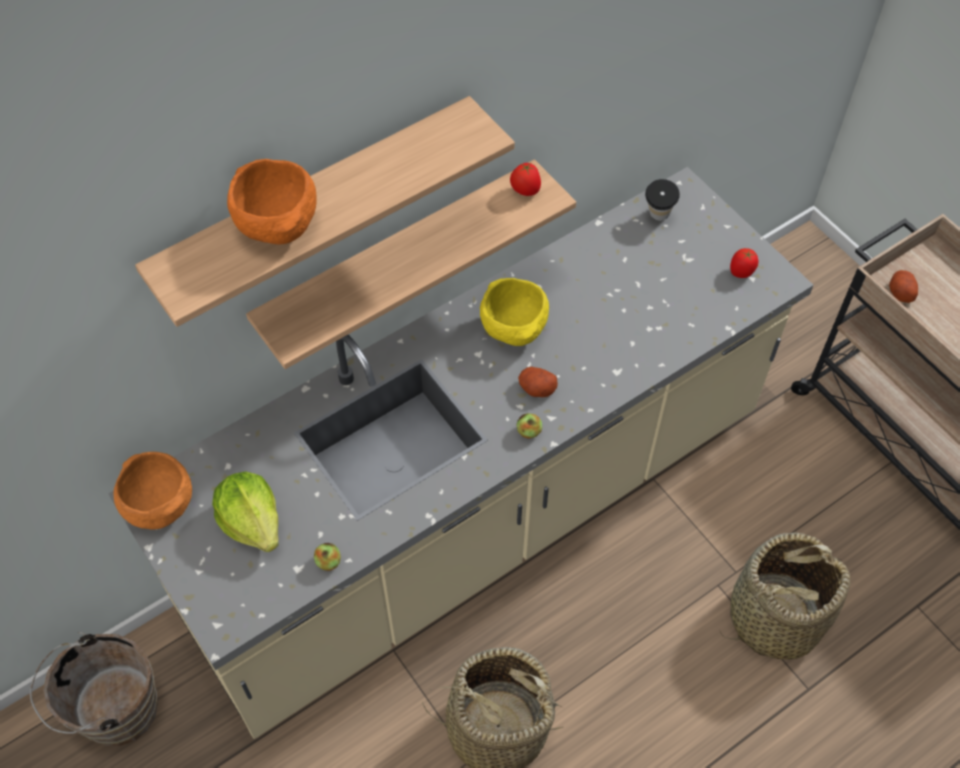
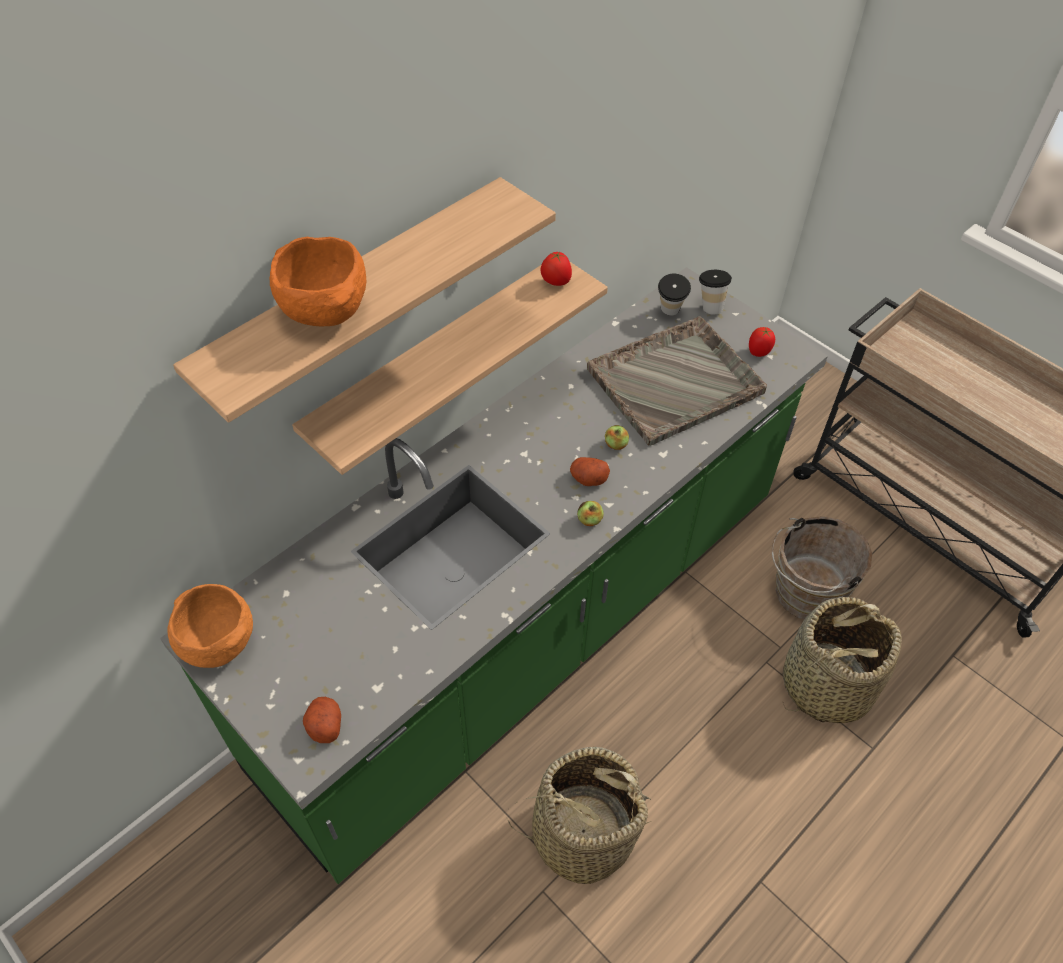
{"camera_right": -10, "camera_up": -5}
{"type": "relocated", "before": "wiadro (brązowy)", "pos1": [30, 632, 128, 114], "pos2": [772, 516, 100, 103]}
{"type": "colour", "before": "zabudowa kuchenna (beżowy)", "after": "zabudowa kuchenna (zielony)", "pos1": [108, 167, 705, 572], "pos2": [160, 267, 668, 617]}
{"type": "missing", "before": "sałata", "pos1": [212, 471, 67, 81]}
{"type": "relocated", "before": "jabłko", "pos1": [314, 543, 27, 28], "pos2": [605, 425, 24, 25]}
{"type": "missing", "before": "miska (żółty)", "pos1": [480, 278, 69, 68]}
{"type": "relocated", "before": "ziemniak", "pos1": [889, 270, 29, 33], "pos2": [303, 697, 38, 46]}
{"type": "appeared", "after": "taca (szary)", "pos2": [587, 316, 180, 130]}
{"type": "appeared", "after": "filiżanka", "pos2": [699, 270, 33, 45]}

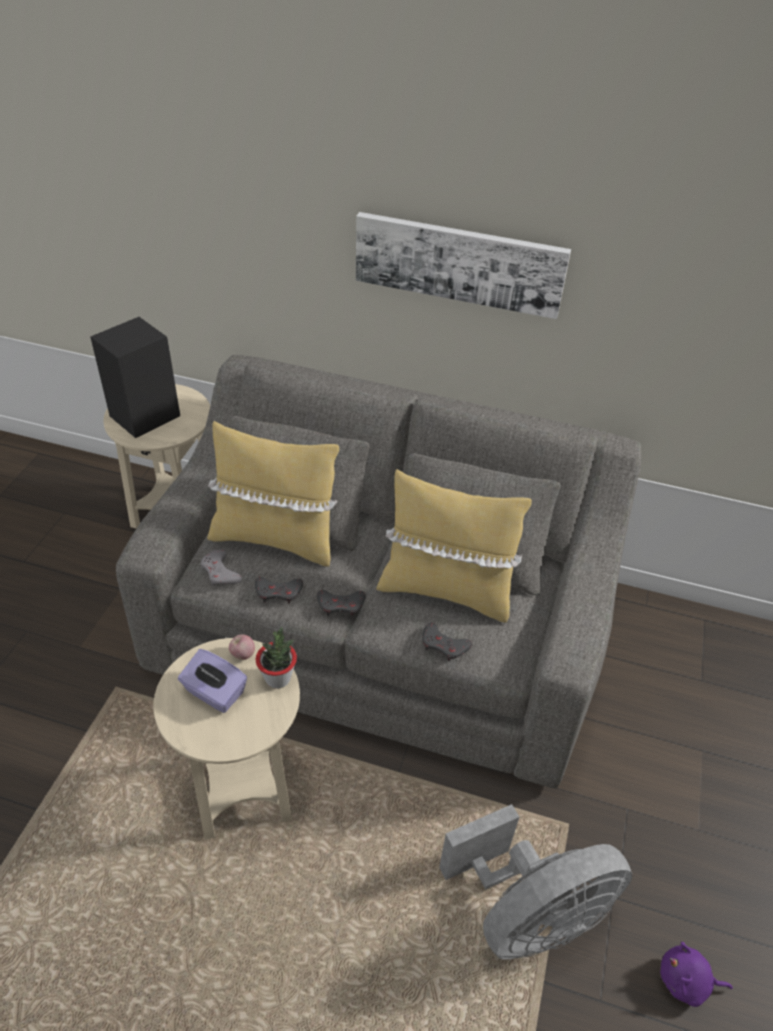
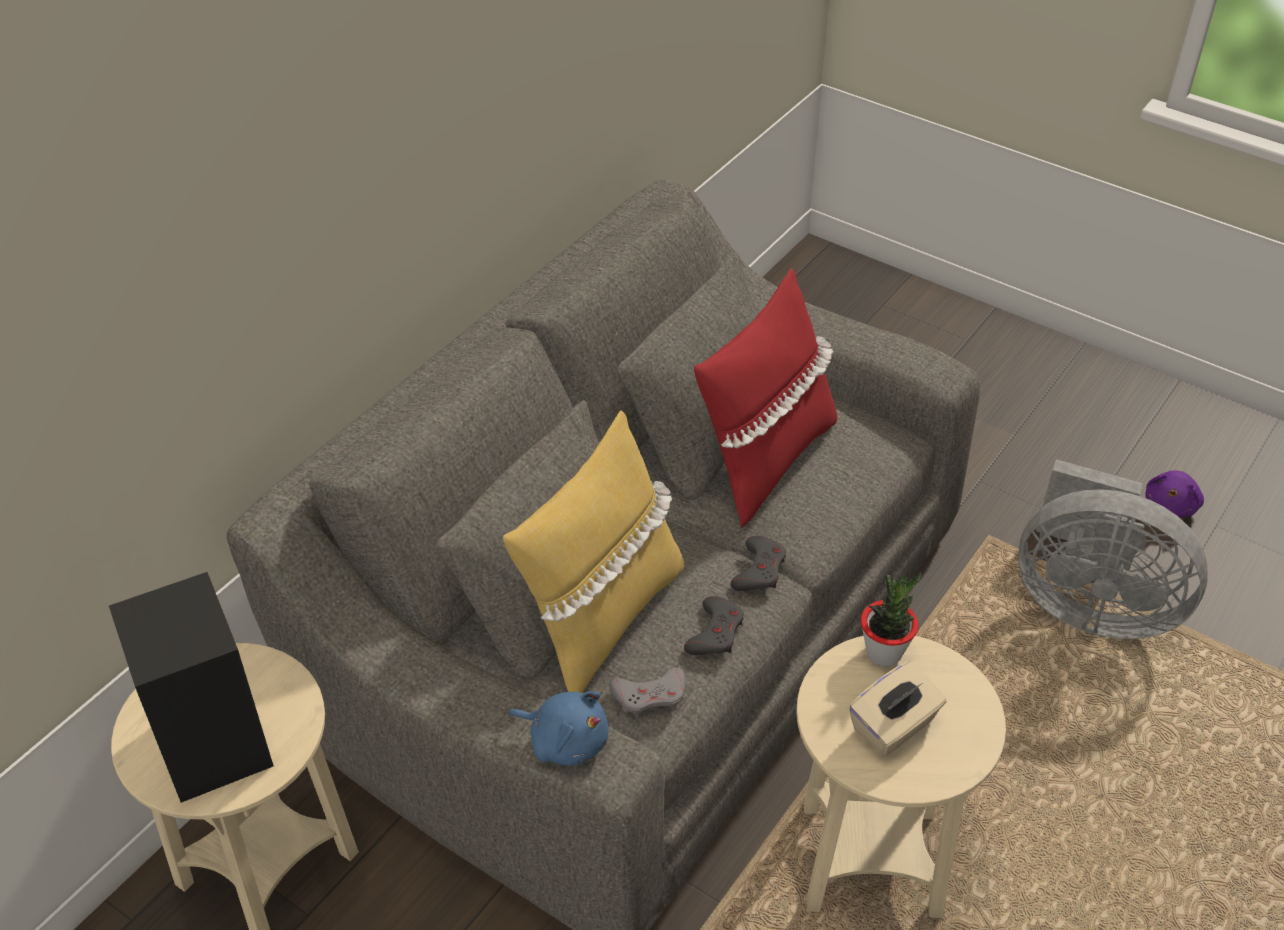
{"camera_right": -70, "camera_up": 0}
{"type": "colour", "before": "pudełko chusteczek (fioletowy)", "after": "pudełko chusteczek (beżowy)", "pos1": [178, 649, 69, 64], "pos2": [849, 661, 97, 95]}
{"type": "missing", "before": "jabłko", "pos1": [229, 634, 26, 26]}
{"type": "missing", "before": "obraz", "pos1": [356, 212, 215, 107]}
{"type": "colour", "before": "poduszka (żółty)", "after": "poduszka (czerwony)", "pos1": [376, 469, 156, 154], "pos2": [694, 268, 143, 260]}
{"type": "missing", "before": "pad do gier (szary)", "pos1": [422, 623, 50, 38]}
{"type": "spun", "before": "wentylator (szary)", "pos1": [439, 804, 193, 156], "pos2": [1018, 459, 190, 180], "turn": 120}
{"type": "appeared", "after": "pluszak (niebieski)", "pos2": [509, 691, 99, 75]}

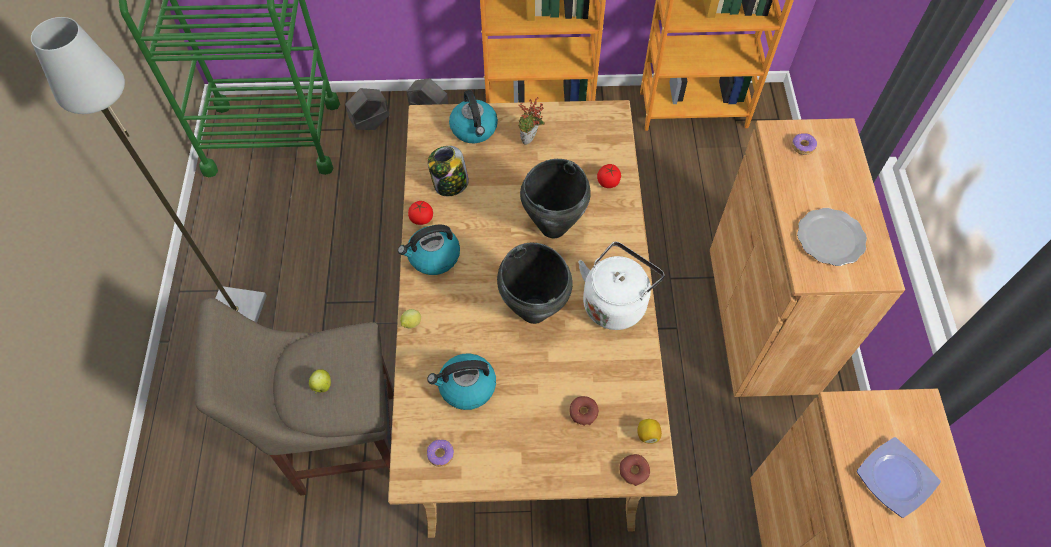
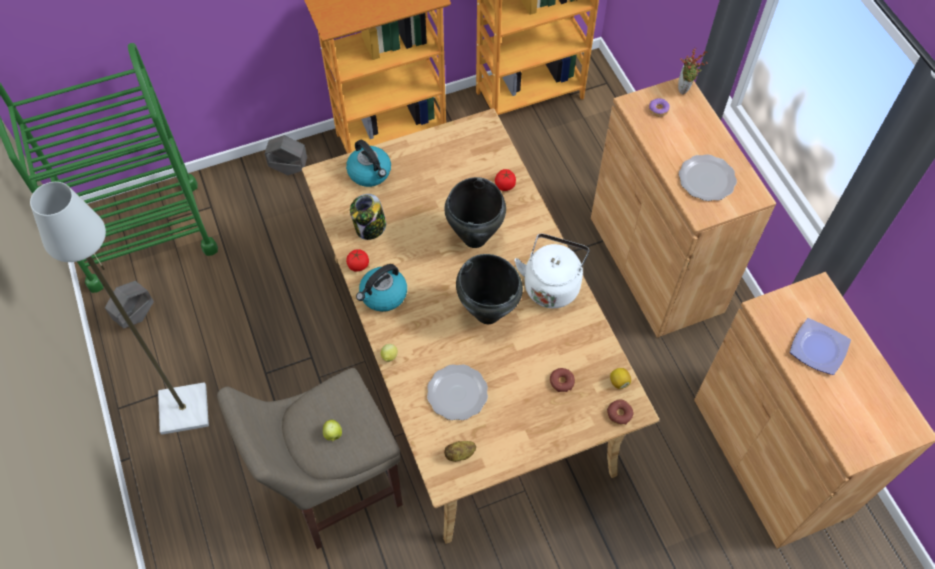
{"camera_right": -20, "camera_up": 0}
{"type": "relocated", "before": "donica (szary)", "pos1": [345, 88, 45, 42], "pos2": [105, 281, 49, 48]}
{"type": "exchanged", "before": "czajnik", "after": "talerz", "pos1": [427, 354, 69, 56], "pos2": [427, 364, 61, 56]}
{"type": "exchanged", "before": "donut", "after": "ziemniak", "pos1": [427, 440, 27, 27], "pos2": [444, 441, 32, 21]}
{"type": "relocated", "before": "roślina doniczkowa", "pos1": [518, 97, 27, 48], "pos2": [678, 48, 30, 46]}

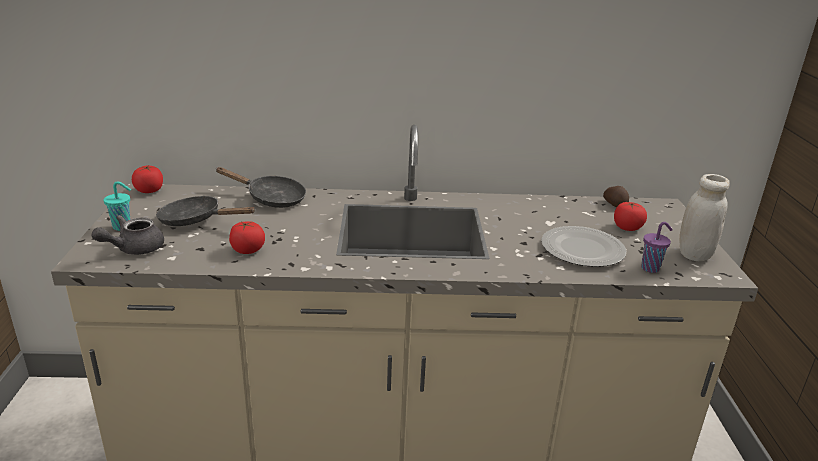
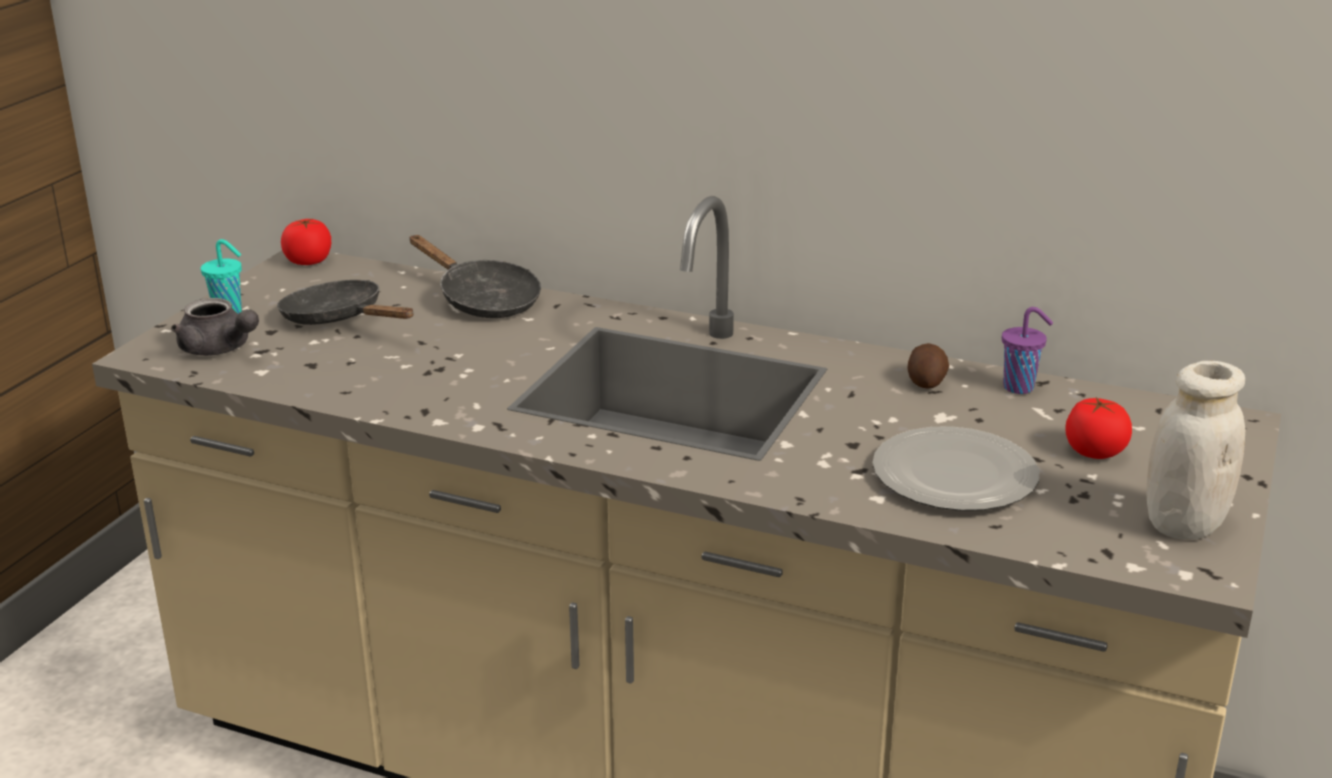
{"camera_right": 25, "camera_up": 0}
{"type": "spun", "before": "imbryk (szary)", "pos1": [92, 215, 72, 40], "pos2": [171, 298, 88, 58], "turn": -120}
{"type": "missing", "before": "pomidor", "pos1": [229, 222, 36, 32]}
{"type": "relocated", "before": "ziemniak", "pos1": [603, 186, 26, 21], "pos2": [908, 343, 41, 46]}
{"type": "relocated", "before": "filiżanka (fioletowy)", "pos1": [641, 222, 32, 51], "pos2": [1002, 307, 51, 87]}

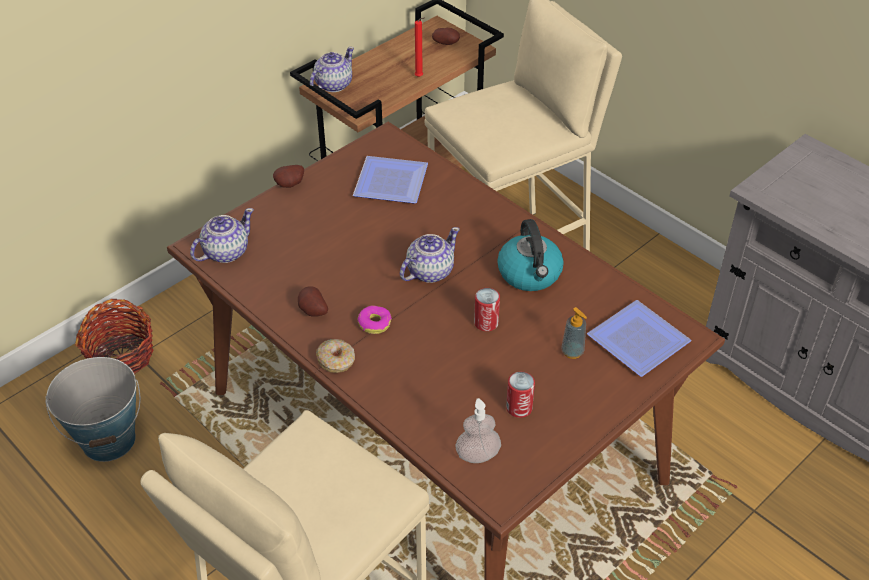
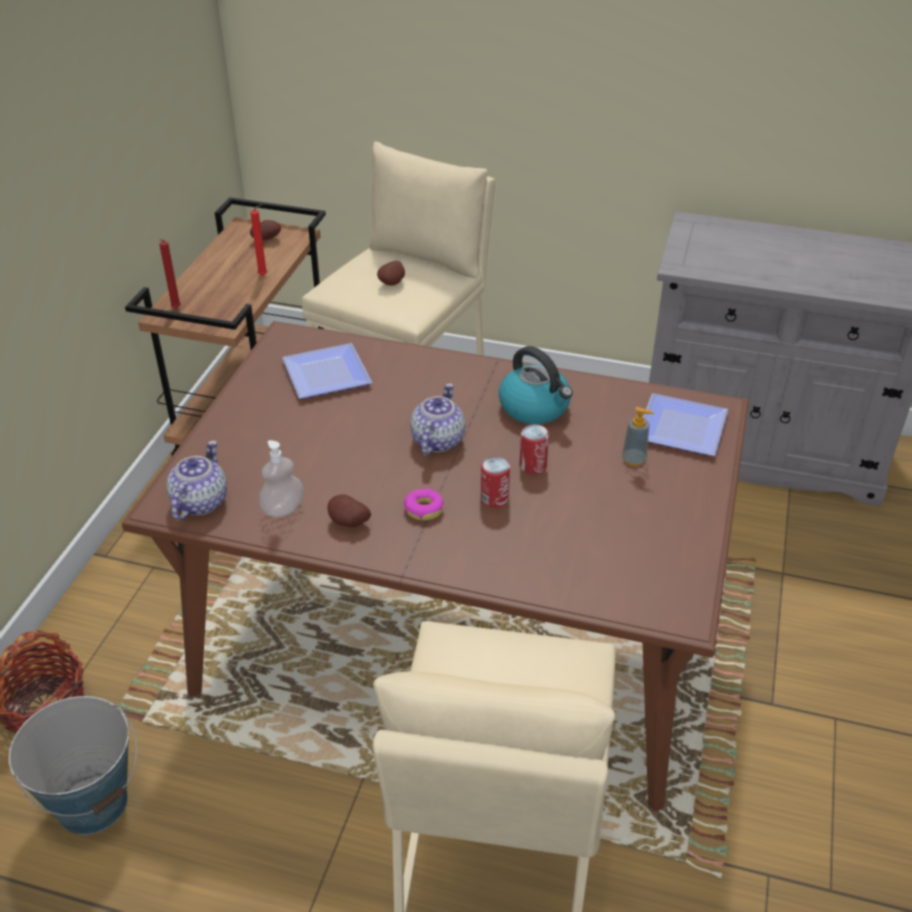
{"camera_right": -30, "camera_up": -5}
{"type": "relocated", "before": "ziemniak", "pos1": [273, 165, 31, 23], "pos2": [377, 261, 28, 25]}
{"type": "exchanged", "before": "imbryk", "after": "świeca (czerwony)", "pos1": [310, 47, 44, 45], "pos2": [159, 239, 22, 70]}
{"type": "missing", "before": "donut", "pos1": [316, 339, 39, 34]}
{"type": "relocated", "before": "dozownik mydła", "pos1": [456, 398, 45, 65], "pos2": [259, 440, 45, 77]}
{"type": "relocated", "before": "puszka", "pos1": [506, 372, 29, 46], "pos2": [480, 457, 30, 51]}

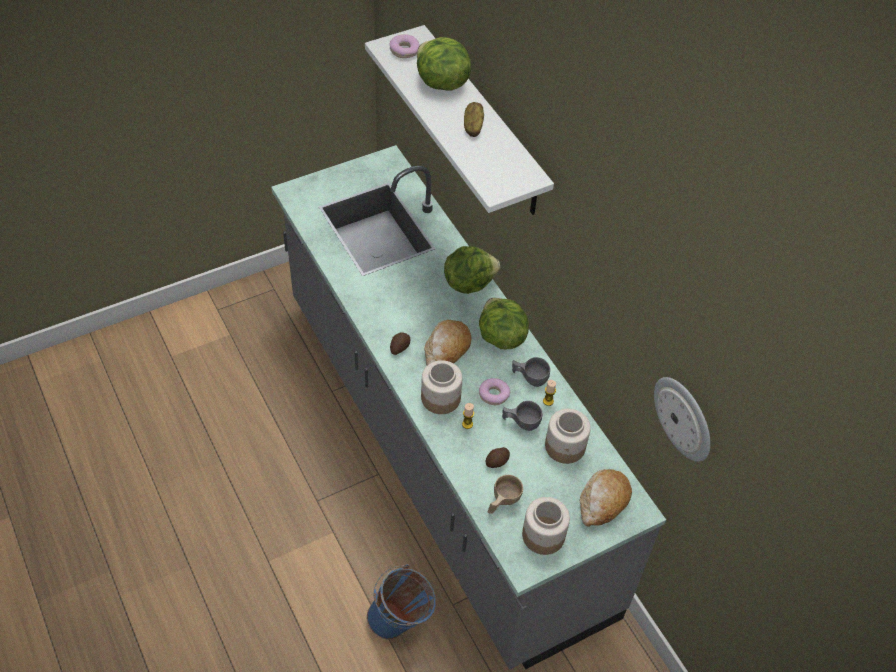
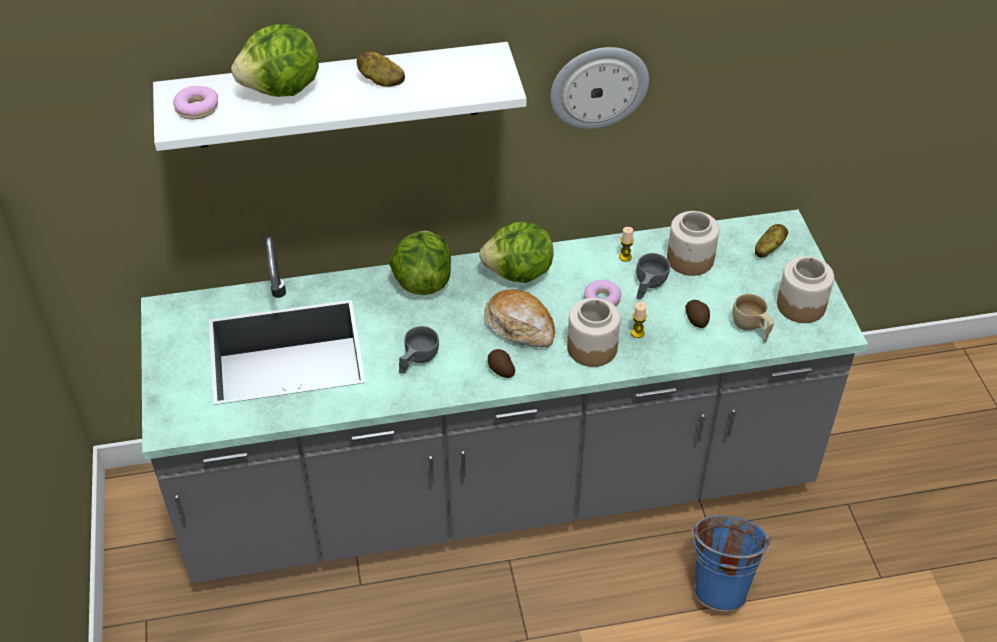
{"camera_right": -70, "camera_up": -5}
{"type": "relocated", "before": "filiżanka (szary)", "pos1": [512, 357, 38, 30], "pos2": [399, 326, 40, 48]}
{"type": "exchanged", "before": "chleb", "after": "ziemniak", "pos1": [580, 469, 52, 58], "pos2": [755, 224, 33, 34]}
{"type": "relocated", "before": "zegar ścienny", "pos1": [654, 377, 57, 85], "pos2": [550, 47, 99, 82]}

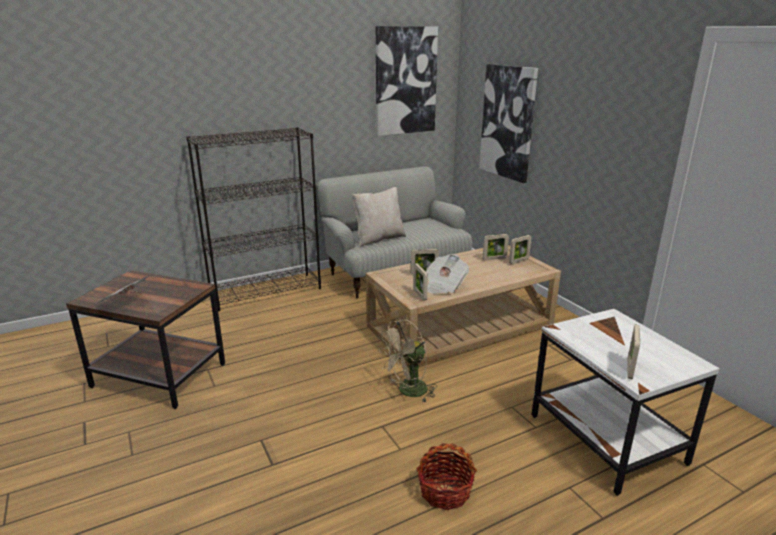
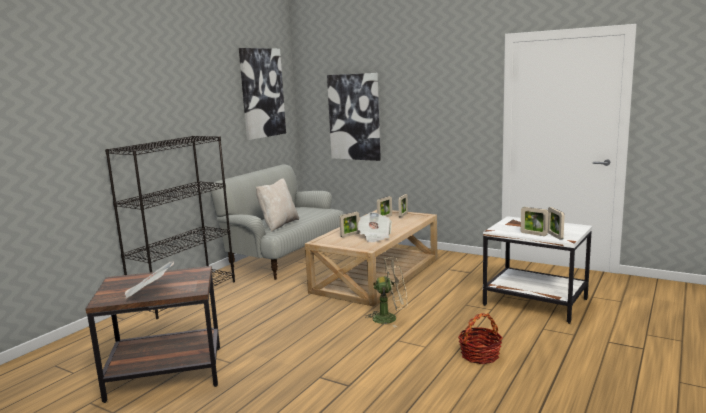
{"camera_right": -30, "camera_up": -10}
{"type": "spun", "before": "wentylator (beżowy)", "pos1": [379, 320, 58, 82], "pos2": [365, 257, 42, 71], "turn": -120}
{"type": "relocated", "before": "ramka na zdjęcie", "pos1": [413, 263, 15, 38], "pos2": [521, 207, 27, 29]}

